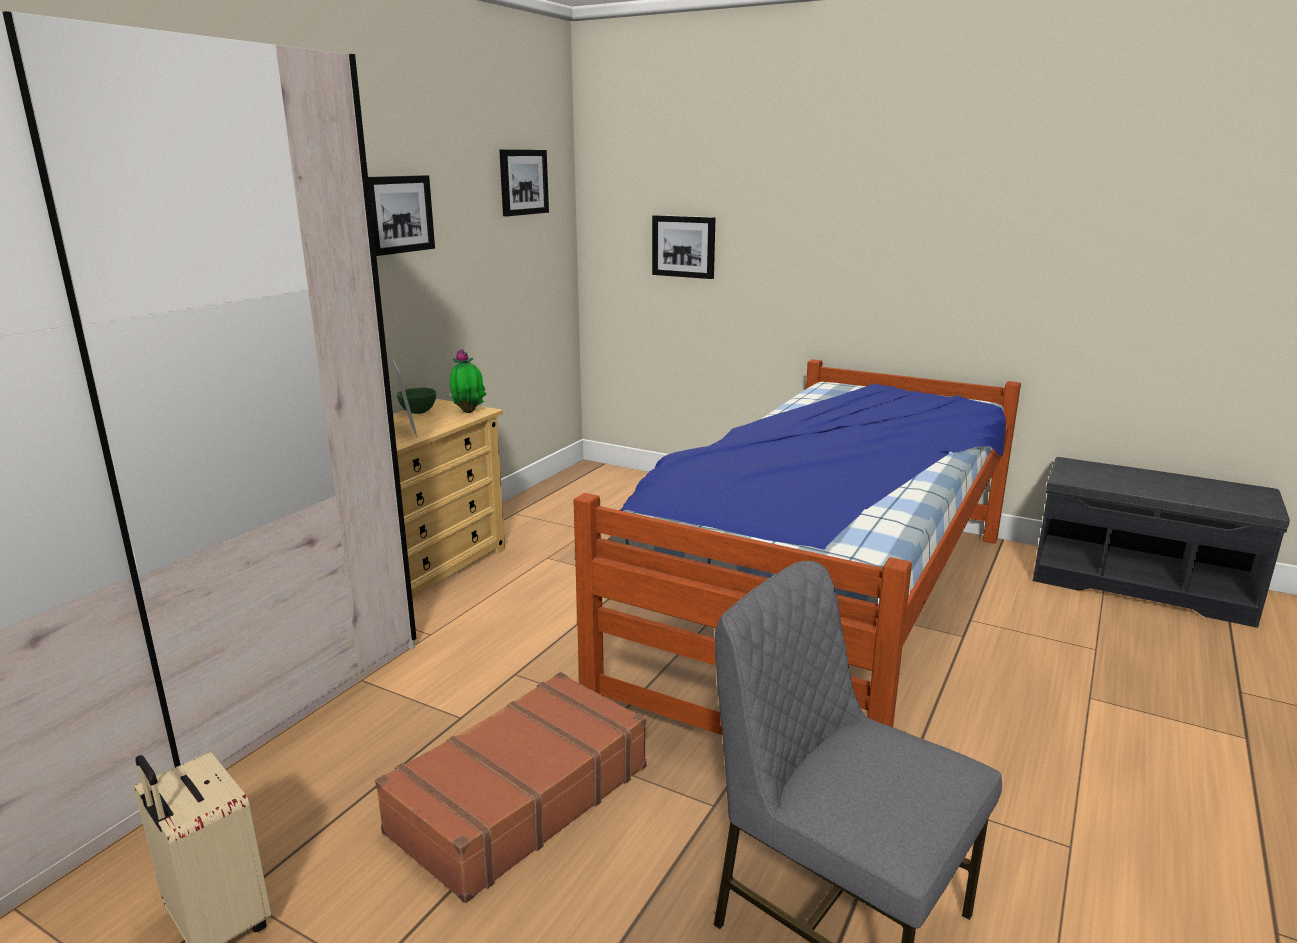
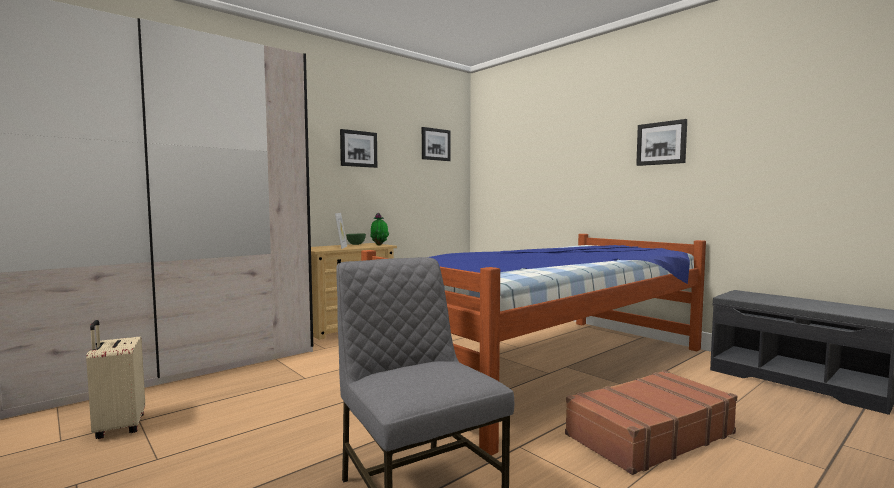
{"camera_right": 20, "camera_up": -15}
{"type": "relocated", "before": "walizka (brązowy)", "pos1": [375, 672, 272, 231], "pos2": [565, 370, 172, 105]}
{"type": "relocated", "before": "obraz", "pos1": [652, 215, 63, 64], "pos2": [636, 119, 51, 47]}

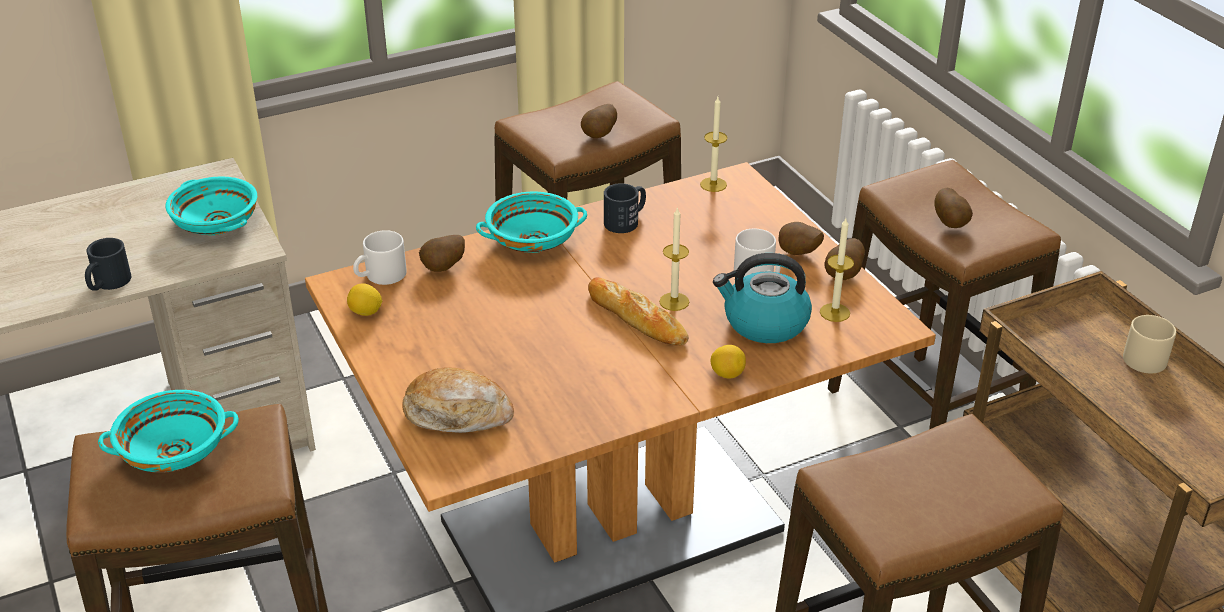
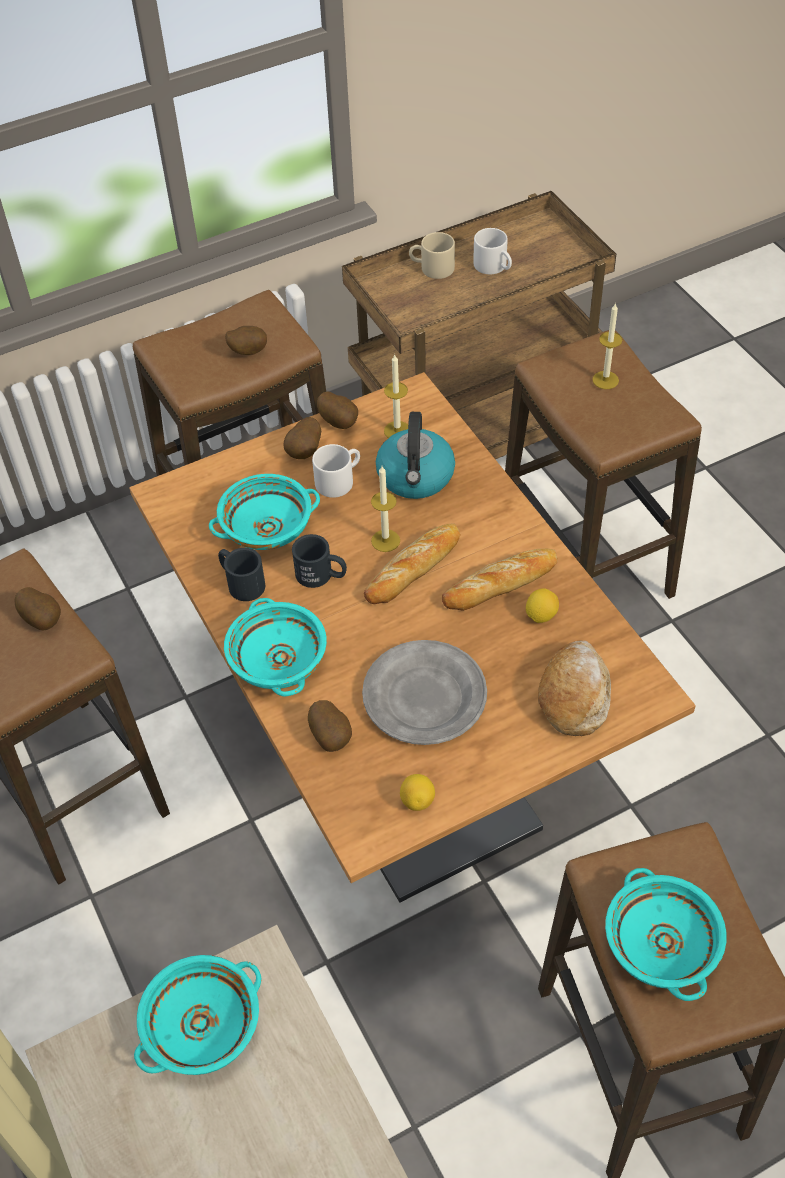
{"camera_right": -90, "camera_up": 15}
{"type": "relocated", "before": "kubek (czarny)", "pos1": [85, 238, 47, 53], "pos2": [292, 534, 55, 54]}
{"type": "relocated", "before": "kubek (biały)", "pos1": [353, 230, 54, 55], "pos2": [473, 228, 39, 46]}
{"type": "relocated", "before": "świeca", "pos1": [700, 97, 28, 95], "pos2": [592, 303, 30, 86]}
{"type": "relocated", "before": "cytryna", "pos1": [710, 345, 36, 33], "pos2": [526, 588, 33, 35]}
{"type": "appeared", "after": "miska (turkusowy)", "pos2": [209, 474, 111, 76]}
{"type": "appeared", "after": "talerz (szary)", "pos2": [362, 640, 125, 105]}
{"type": "appeared", "after": "chleb", "pos2": [442, 549, 116, 62]}

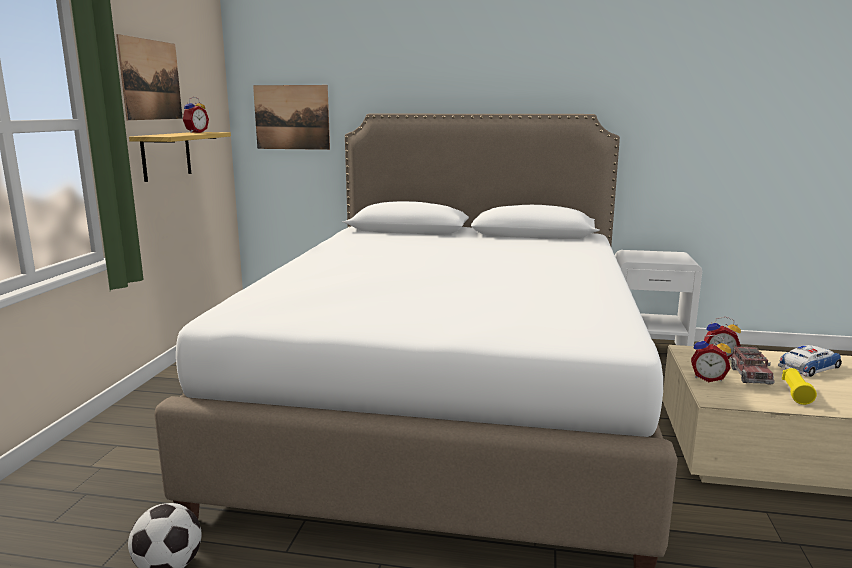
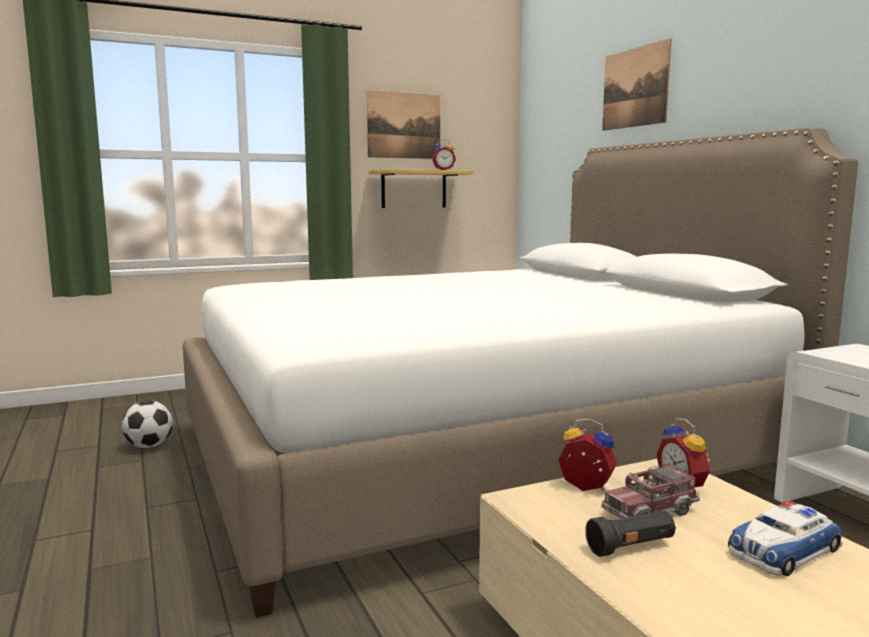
{"camera_right": 55, "camera_up": -5}
{"type": "relocated", "before": "obraz", "pos1": [253, 85, 77, 65], "pos2": [602, 38, 70, 93]}
{"type": "spun", "before": "budzik", "pos1": [691, 335, 40, 47], "pos2": [558, 419, 59, 72], "turn": 135}
{"type": "spun", "before": "samochodzik", "pos1": [778, 345, 64, 32], "pos2": [728, 501, 115, 75], "turn": 120}
{"type": "colour", "before": "latarka (żółty)", "after": "latarka (czarny)", "pos1": [782, 368, 35, 37], "pos2": [585, 510, 91, 47]}

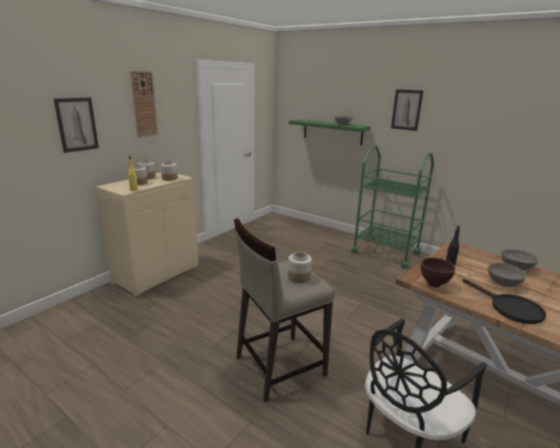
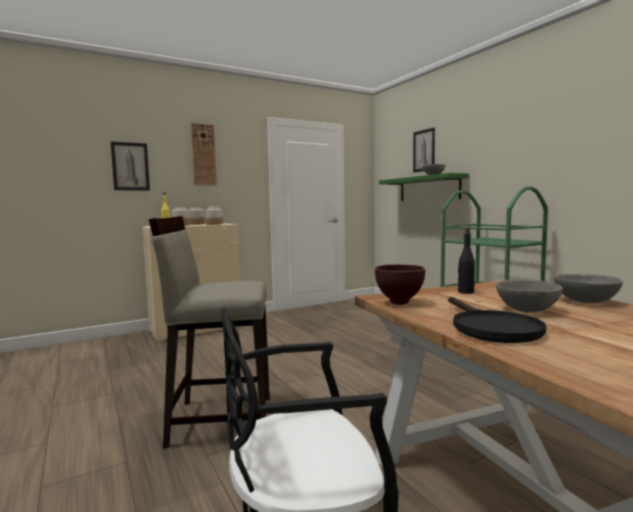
{"camera_right": 25, "camera_up": -15}
{"type": "missing", "before": "słoik", "pos1": [288, 252, 24, 31]}
{"type": "relocated", "before": "obraz", "pos1": [391, 89, 32, 42], "pos2": [413, 128, 22, 45]}

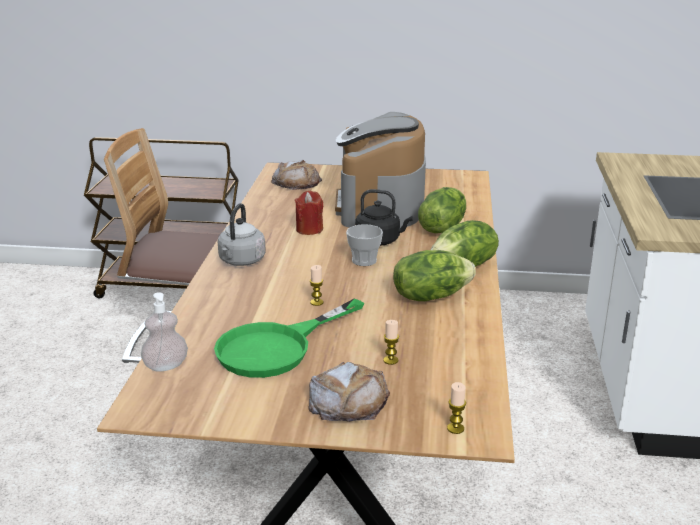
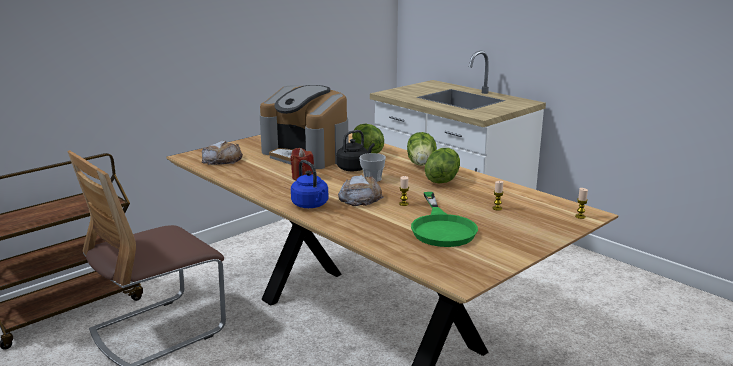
{"camera_right": -50, "camera_up": -5}
{"type": "missing", "before": "dozownik mydła", "pos1": [141, 292, 47, 80]}
{"type": "colour", "before": "czajnik (szary)", "after": "czajnik (niebieski)", "pos1": [218, 203, 48, 63], "pos2": [291, 160, 37, 48]}
{"type": "relocated", "before": "chleb", "pos1": [309, 362, 81, 60], "pos2": [338, 175, 46, 31]}

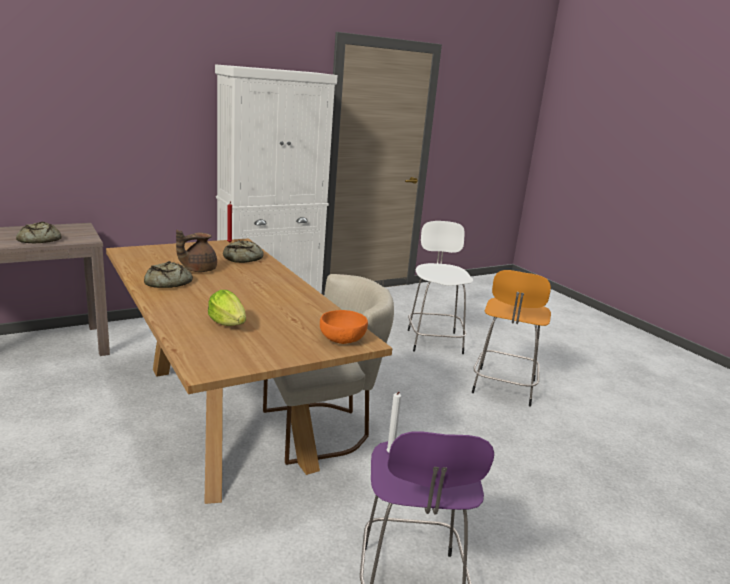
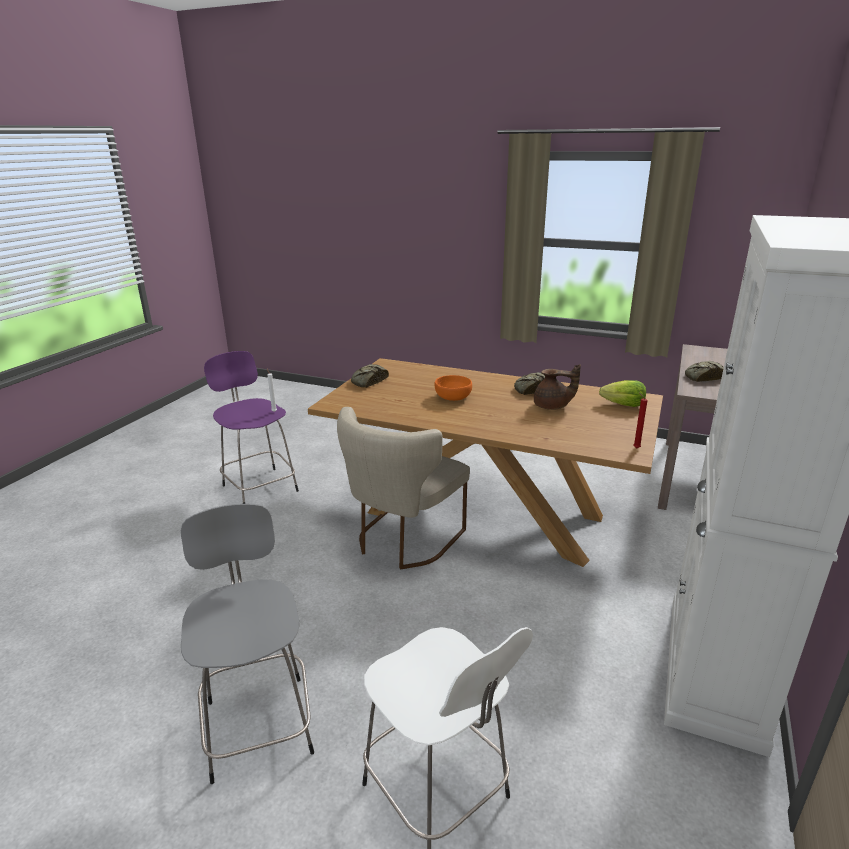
{"camera_right": 145, "camera_up": 5}
{"type": "spun", "before": "imbryk (brązowy)", "pos1": [176, 230, 41, 42], "pos2": [534, 364, 47, 46], "turn": 90}
{"type": "relocated", "before": "sałata", "pos1": [208, 290, 38, 36], "pos2": [599, 380, 47, 27]}
{"type": "relocated", "before": "chleb", "pos1": [223, 240, 41, 23], "pos2": [351, 364, 38, 24]}
{"type": "relocated", "before": "miska (pomarańczowy)", "pos1": [320, 310, 48, 34], "pos2": [435, 375, 37, 26]}
{"type": "colour", "before": "stołek (pomarańczowy)", "after": "stołek (szary)", "pos1": [472, 270, 79, 137], "pos2": [181, 504, 133, 280]}

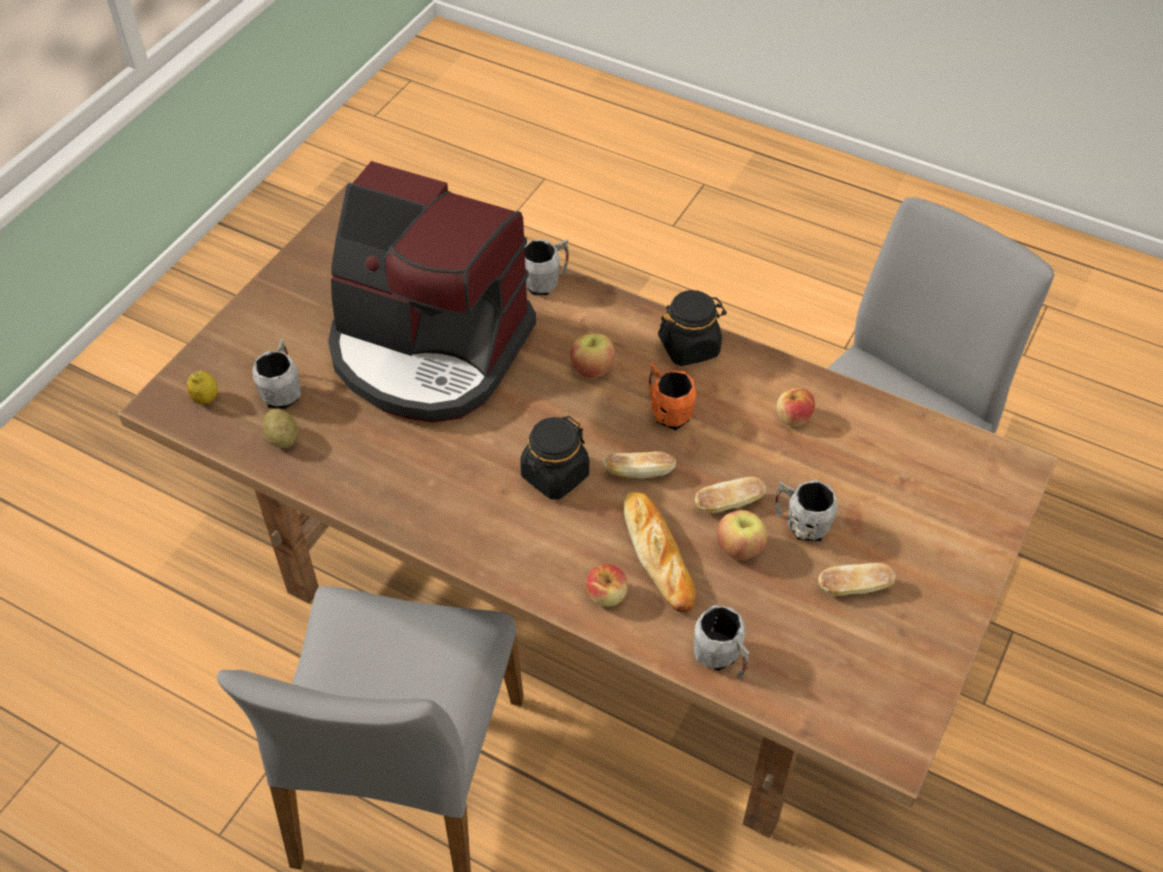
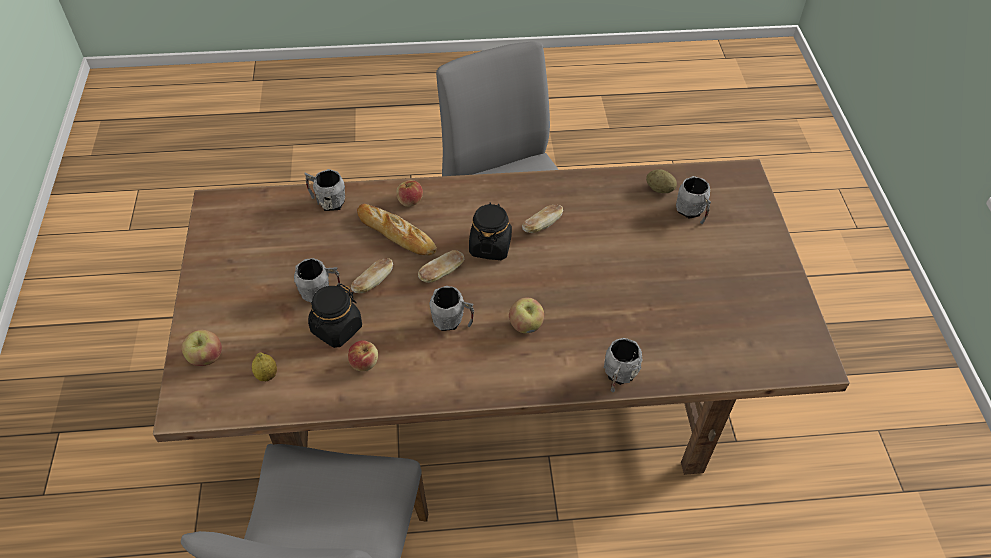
{"camera_right": 145, "camera_up": 0}
{"type": "relocated", "before": "cytryna", "pos1": [187, 371, 31, 33], "pos2": [252, 352, 25, 29]}
{"type": "missing", "before": "ekspres do kawy", "pos1": [328, 161, 208, 261]}
{"type": "colour", "before": "kubek (pomarańczowy)", "after": "kubek (szary)", "pos1": [649, 363, 47, 67], "pos2": [429, 286, 45, 45]}
{"type": "relocated", "before": "słoik (czarny)", "pos1": [658, 290, 69, 76], "pos2": [308, 284, 54, 64]}
{"type": "relocated", "before": "jabłko", "pos1": [717, 510, 50, 50], "pos2": [181, 330, 41, 36]}
{"type": "relocated", "before": "chleb", "pos1": [818, 563, 78, 33], "pos2": [522, 204, 41, 29]}

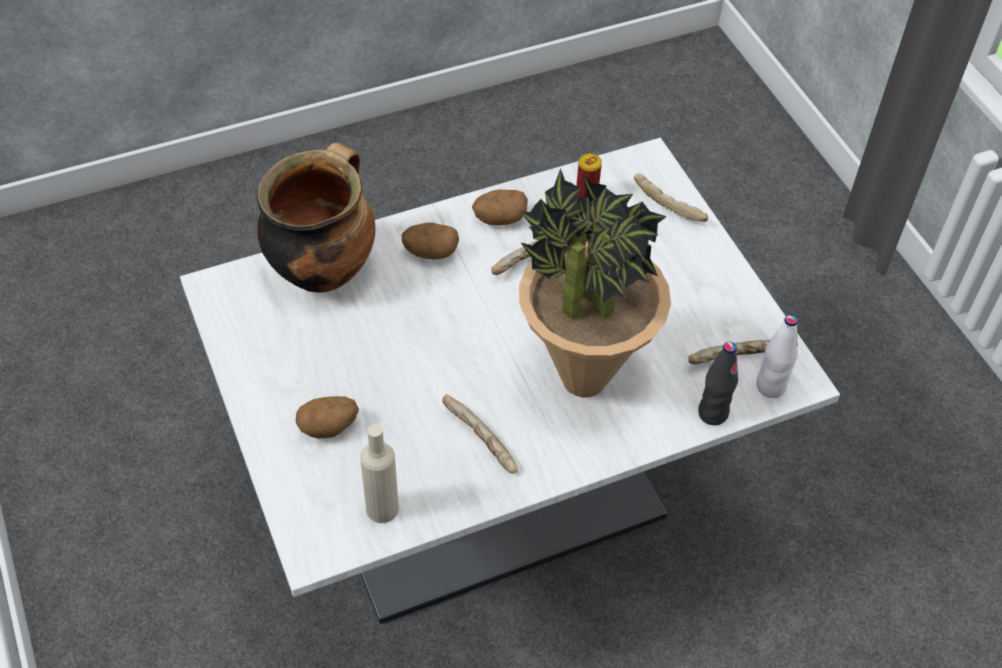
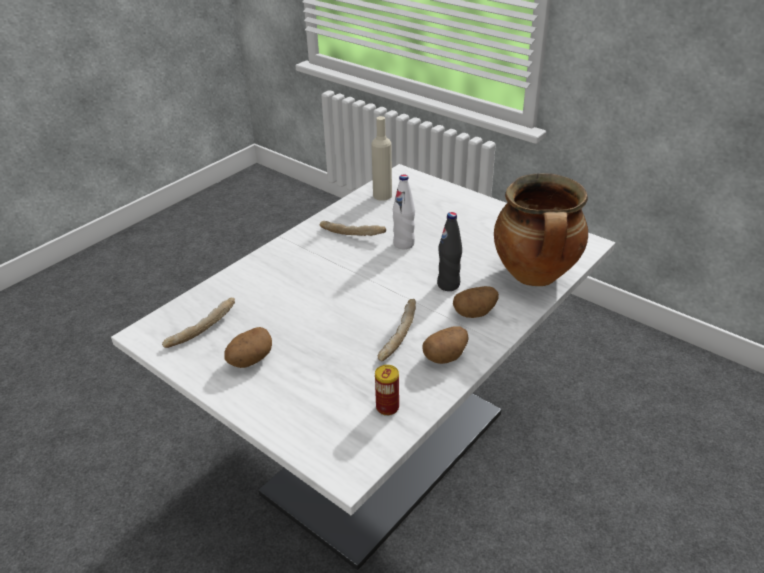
{"camera_right": 155, "camera_up": -15}
{"type": "relocated", "before": "ziemniak", "pos1": [296, 396, 63, 42], "pos2": [224, 327, 48, 41]}
{"type": "missing", "before": "roślina doniczkowa", "pos1": [519, 168, 152, 229]}
{"type": "missing", "before": "chleb", "pos1": [634, 174, 74, 48]}
{"type": "relocated", "before": "butelka (czarny)", "pos1": [698, 342, 40, 83], "pos2": [437, 212, 25, 79]}
{"type": "relocated", "before": "butelka (biały)", "pos1": [756, 315, 42, 83], "pos2": [393, 174, 22, 75]}

